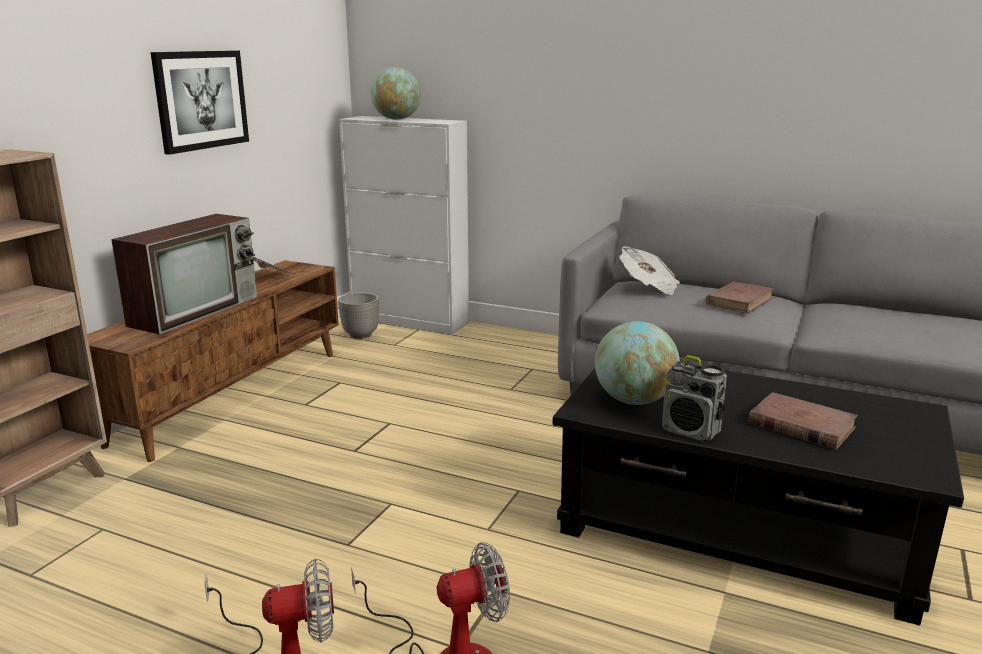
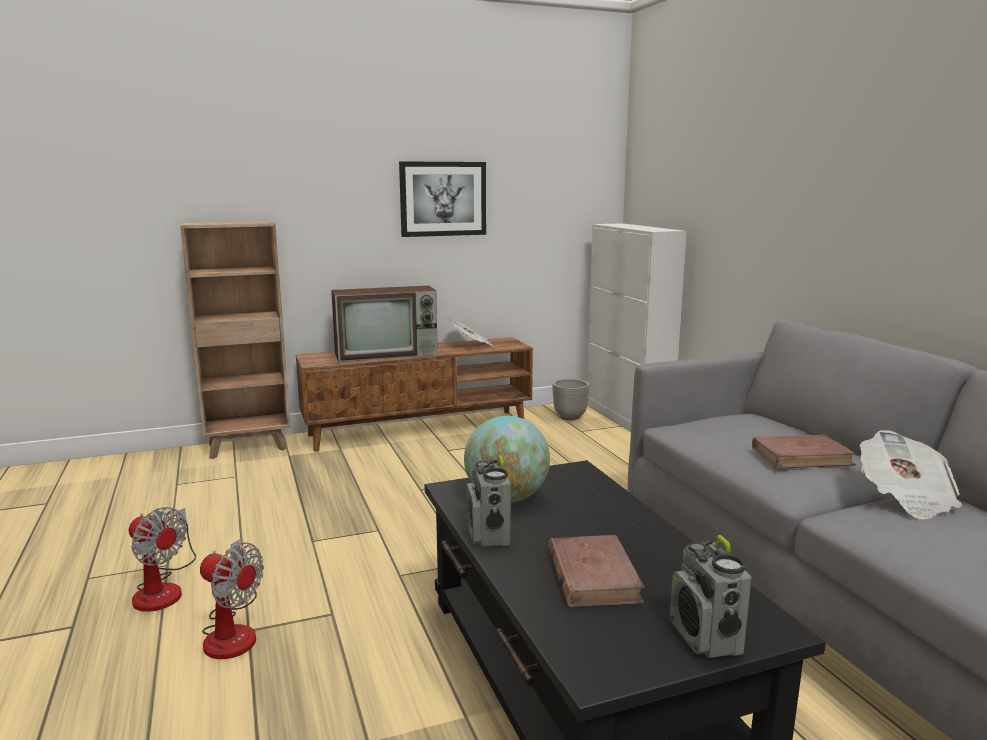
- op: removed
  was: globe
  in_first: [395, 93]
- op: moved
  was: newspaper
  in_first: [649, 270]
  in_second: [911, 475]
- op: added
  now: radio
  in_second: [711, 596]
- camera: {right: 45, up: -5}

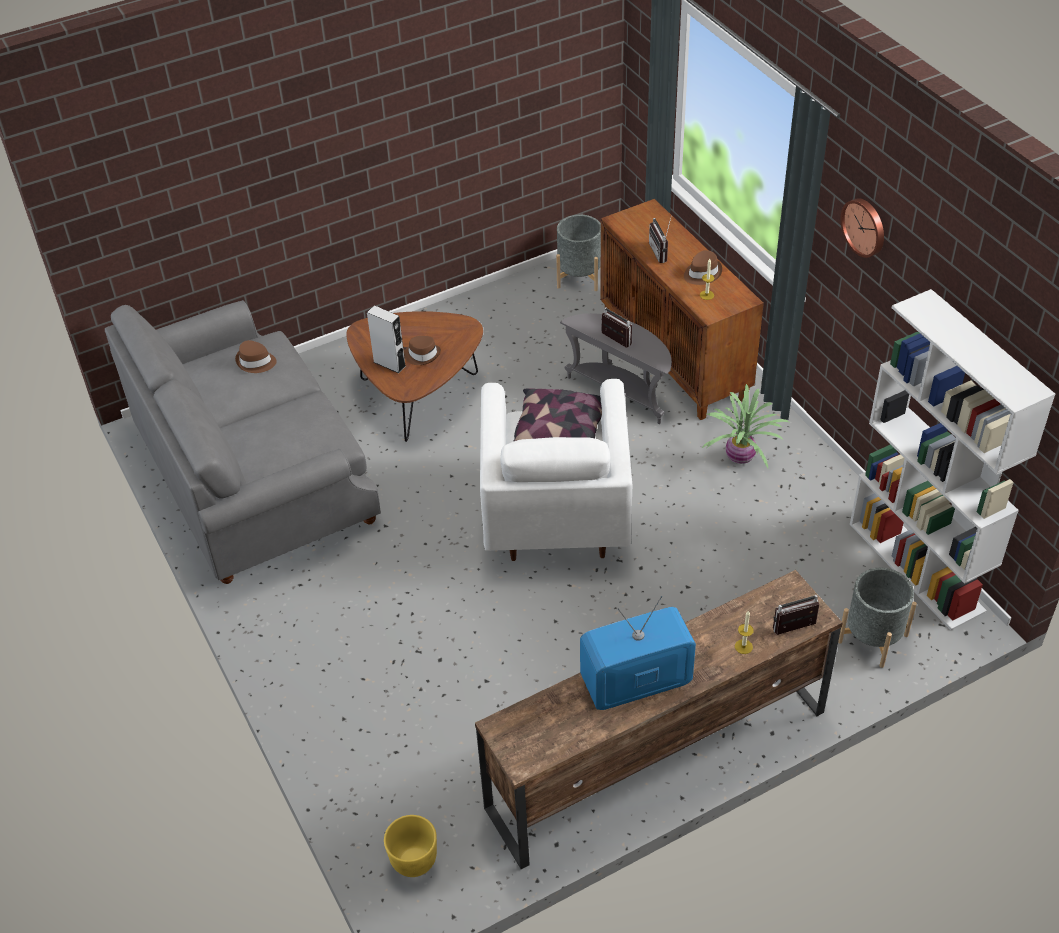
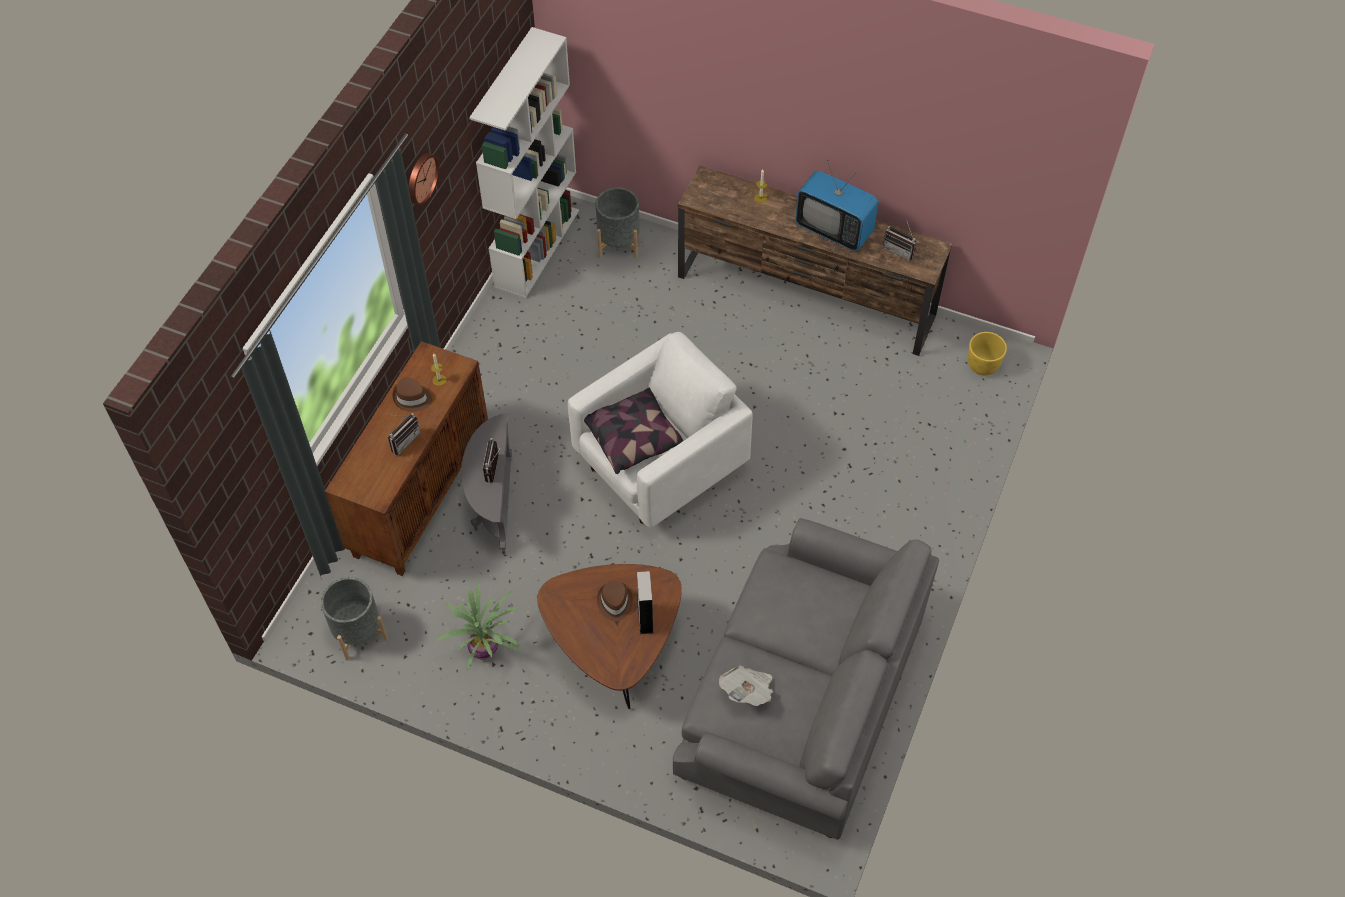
- op: replaced
  was: brown hat
  now: newspaper
  in_first: [256, 356]
  in_second: [746, 685]
- op: moved
  was: potted plant
  in_first: [745, 426]
  in_second: [477, 626]
- op: moved
  was: radio
  in_first: [796, 615]
  in_second: [899, 240]
- camera: {right: -130, up: 10}

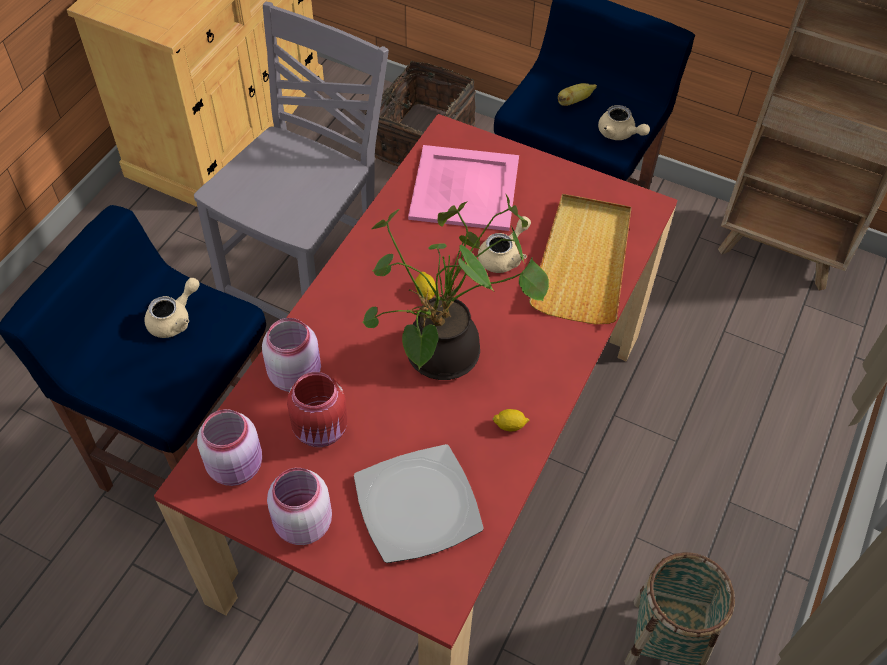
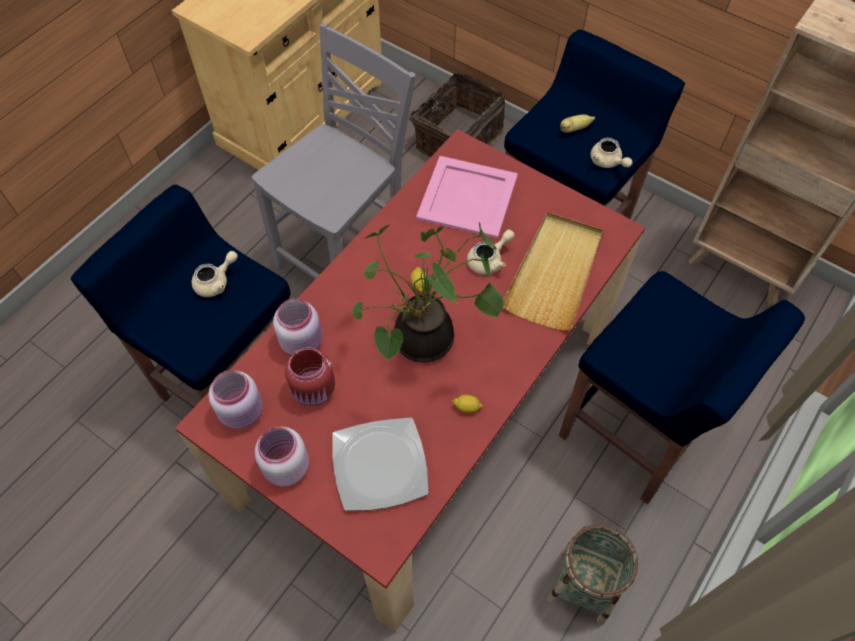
- op: added
  now: blue stool
  in_second: [682, 387]
- camera: {right: 10, up: 5}

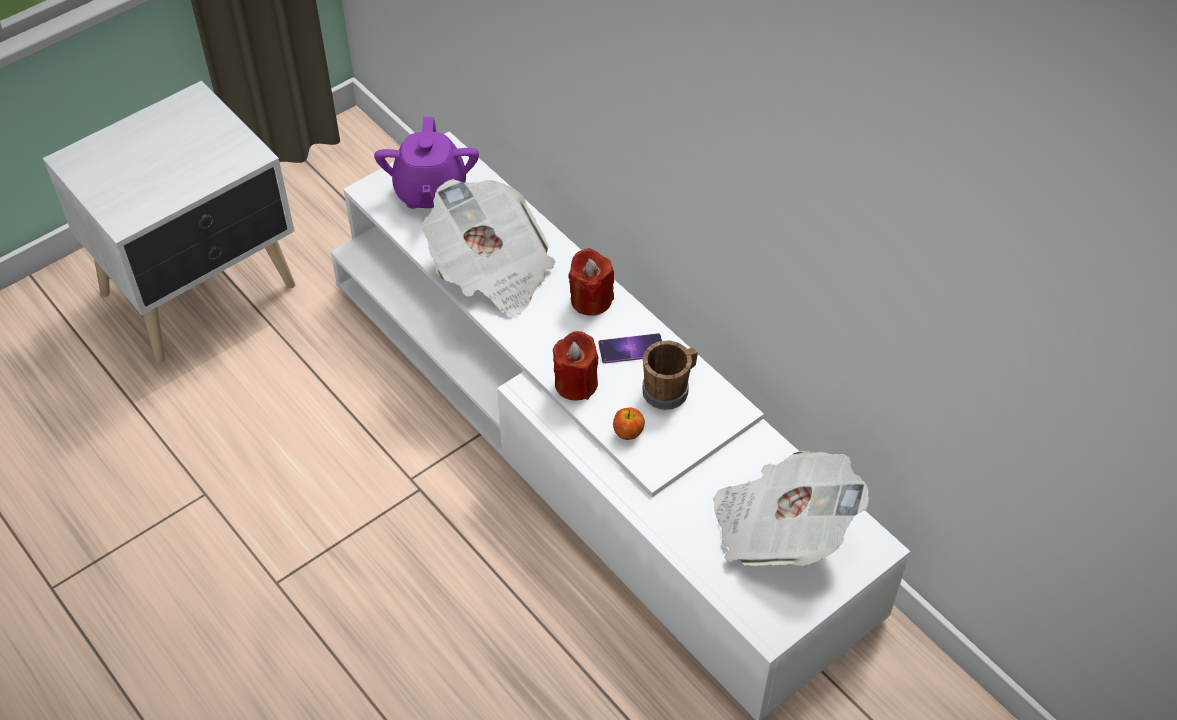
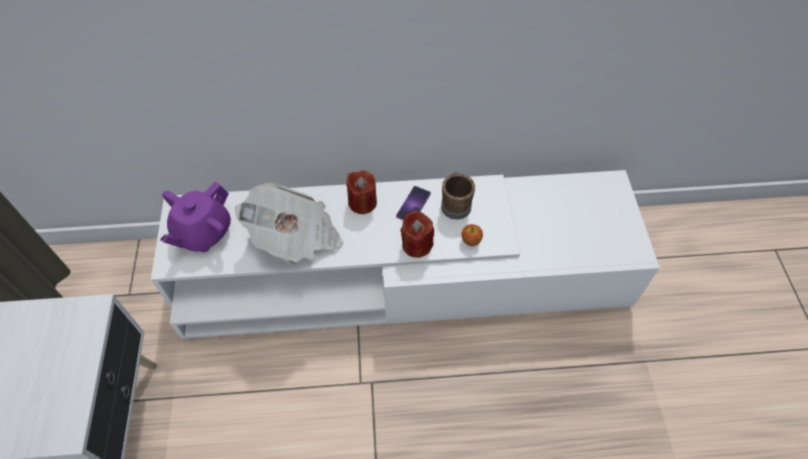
- op: turned
  was: purple teapot
  in_first: [426, 163]
  in_second: [195, 217]
  clockwise: 90
- op: removed
  was: newspaper
  in_first: [791, 508]
- camera: {right: -55, up: 5}

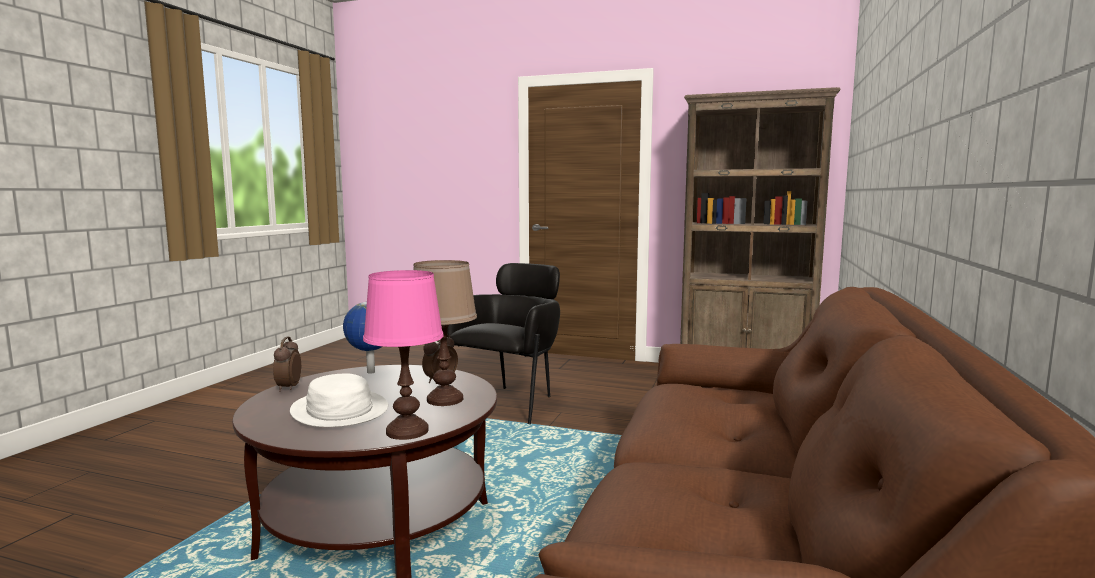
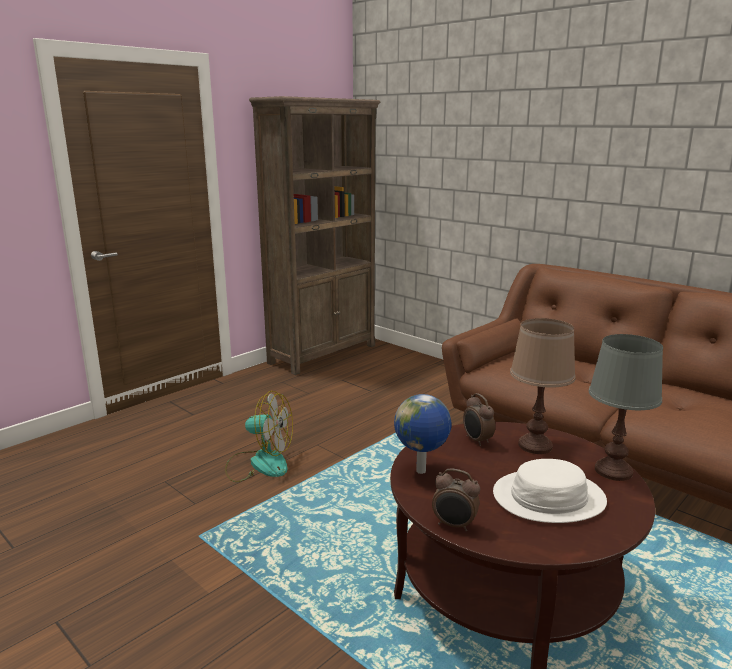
- op: recoloured
  was: pink table lamp
  now: grey table lamp
  in_first: [403, 355]
  in_second: [626, 407]
- op: replaced
  was: black armchair
  now: fan
  in_first: [503, 343]
  in_second: [259, 436]
- camera: {right: -65, up: 10}

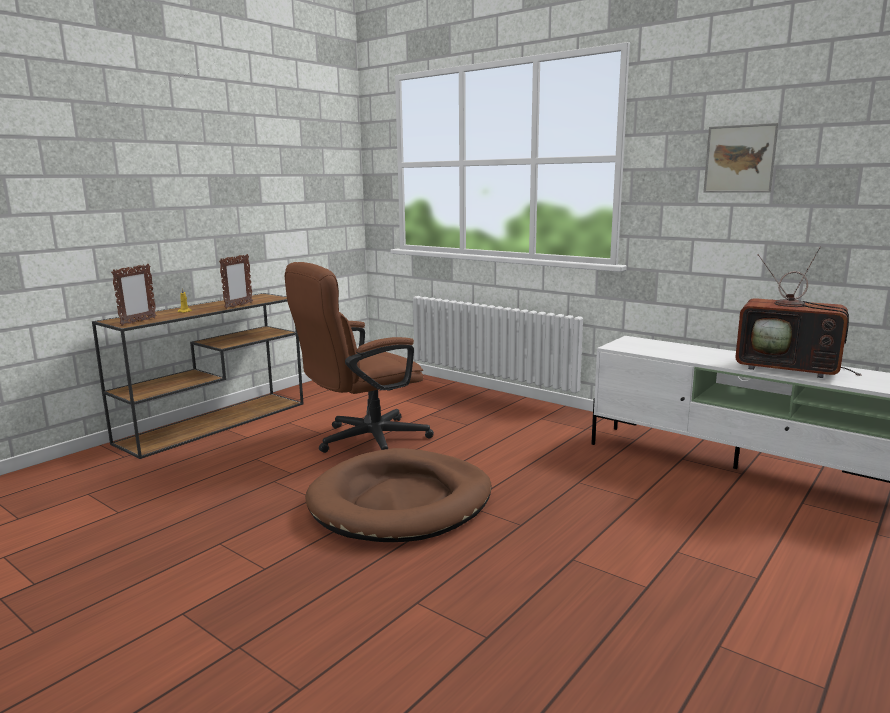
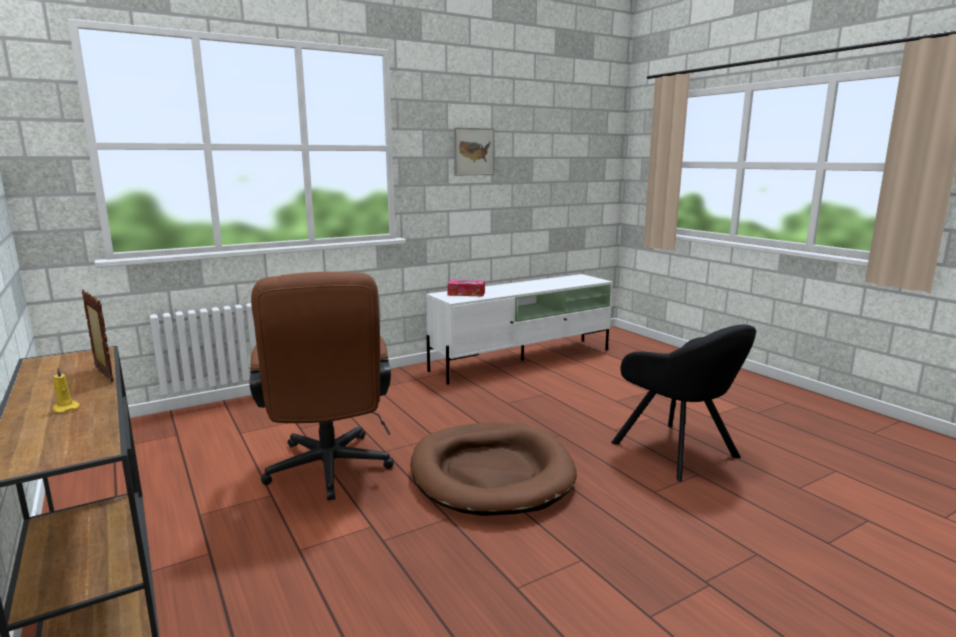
- op: removed
  was: picture frame
  in_first: [134, 295]
- op: removed
  was: television
  in_first: [798, 312]
- op: added
  now: tissue box
  in_second: [466, 288]
- op: added
  now: black armchair
  in_second: [683, 403]
- camera: {right: -70, up: 0}

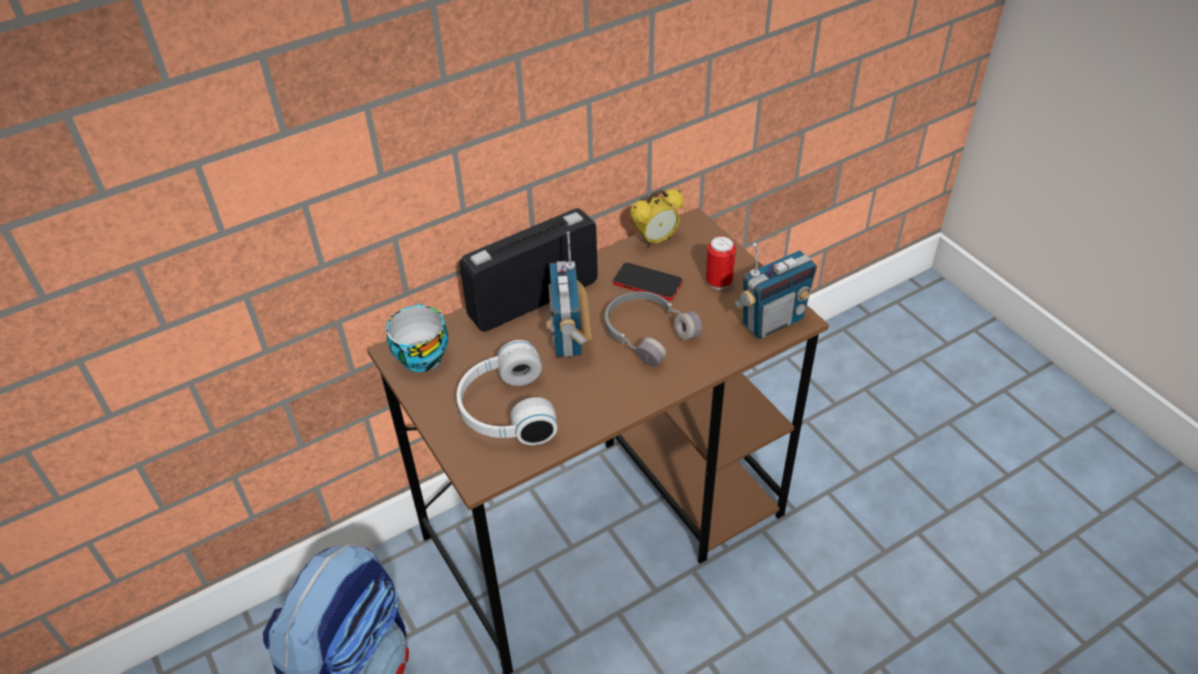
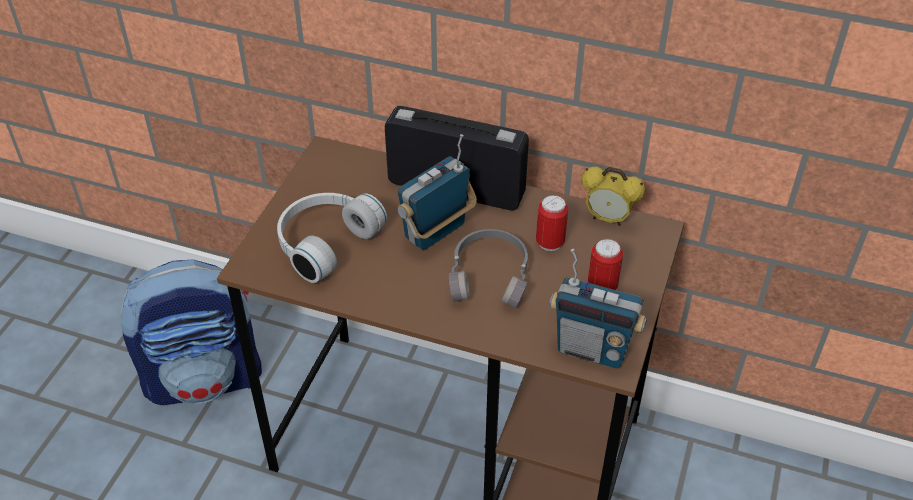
- op: removed
  was: cup
  in_first: [417, 338]
- op: replaced
  was: phone
  now: can
  in_first: [648, 281]
  in_second: [552, 223]
- camera: {right: 50, up: 0}

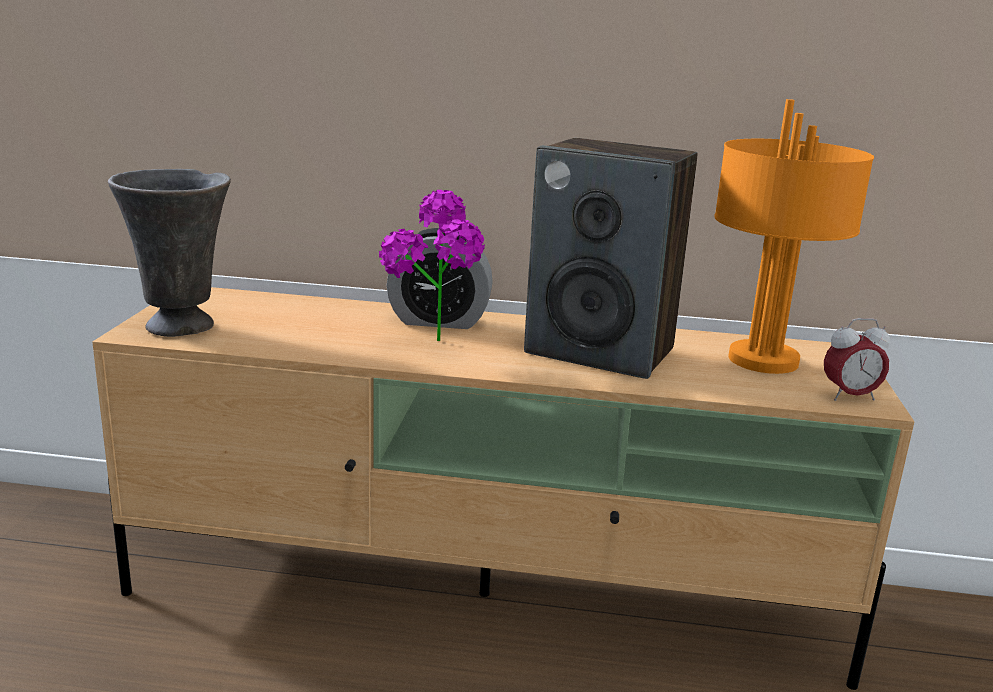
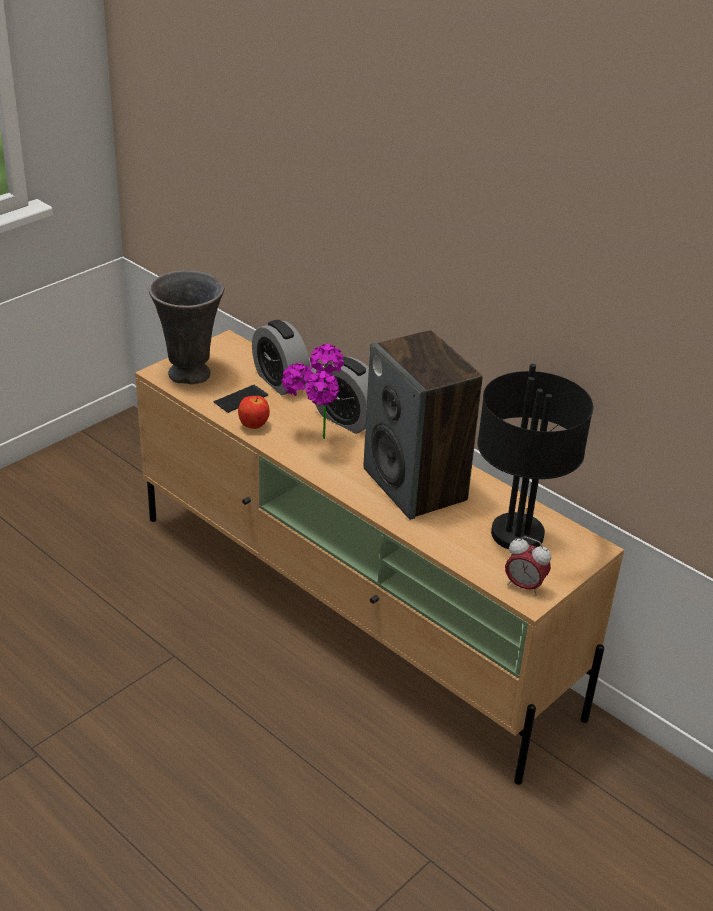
- op: recoloured
  was: orange table lamp
  now: black table lamp
  in_first: [794, 236]
  in_second: [535, 456]
- op: added
  now: phone
  in_second: [241, 399]
- op: added
  now: apple
  in_second: [254, 412]
- op: added
  now: alarm clock
  in_second: [281, 357]
- camera: {right: 35, up: 15}

